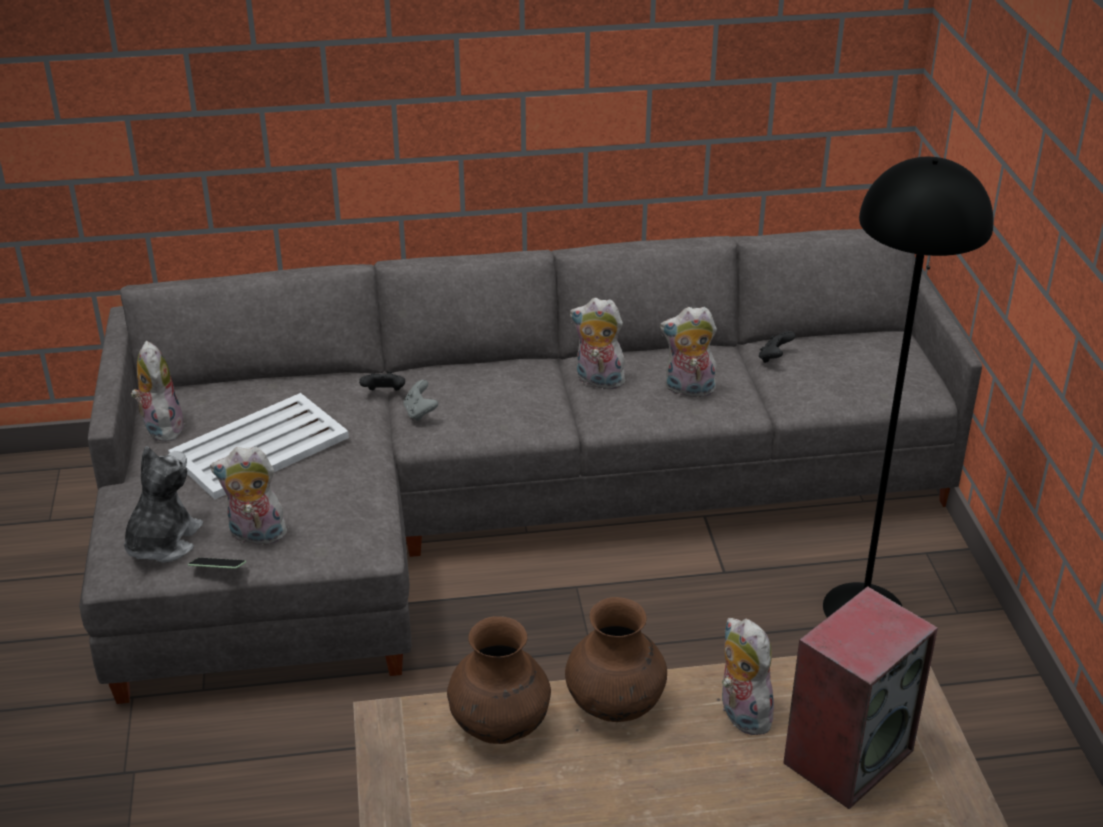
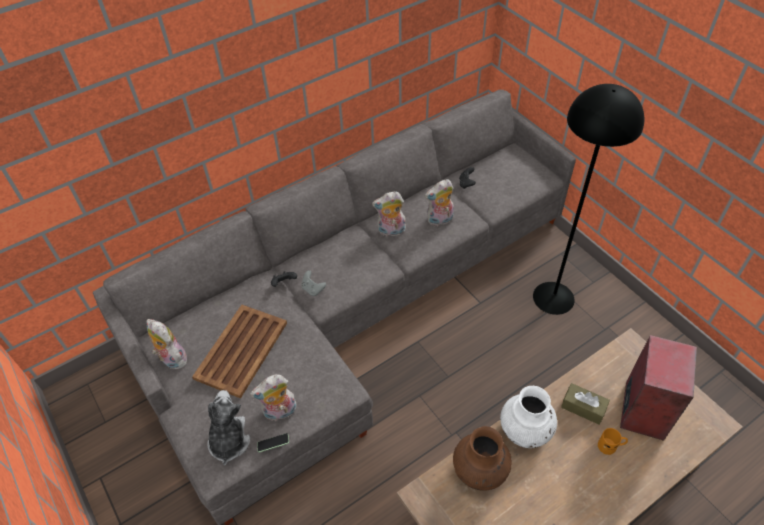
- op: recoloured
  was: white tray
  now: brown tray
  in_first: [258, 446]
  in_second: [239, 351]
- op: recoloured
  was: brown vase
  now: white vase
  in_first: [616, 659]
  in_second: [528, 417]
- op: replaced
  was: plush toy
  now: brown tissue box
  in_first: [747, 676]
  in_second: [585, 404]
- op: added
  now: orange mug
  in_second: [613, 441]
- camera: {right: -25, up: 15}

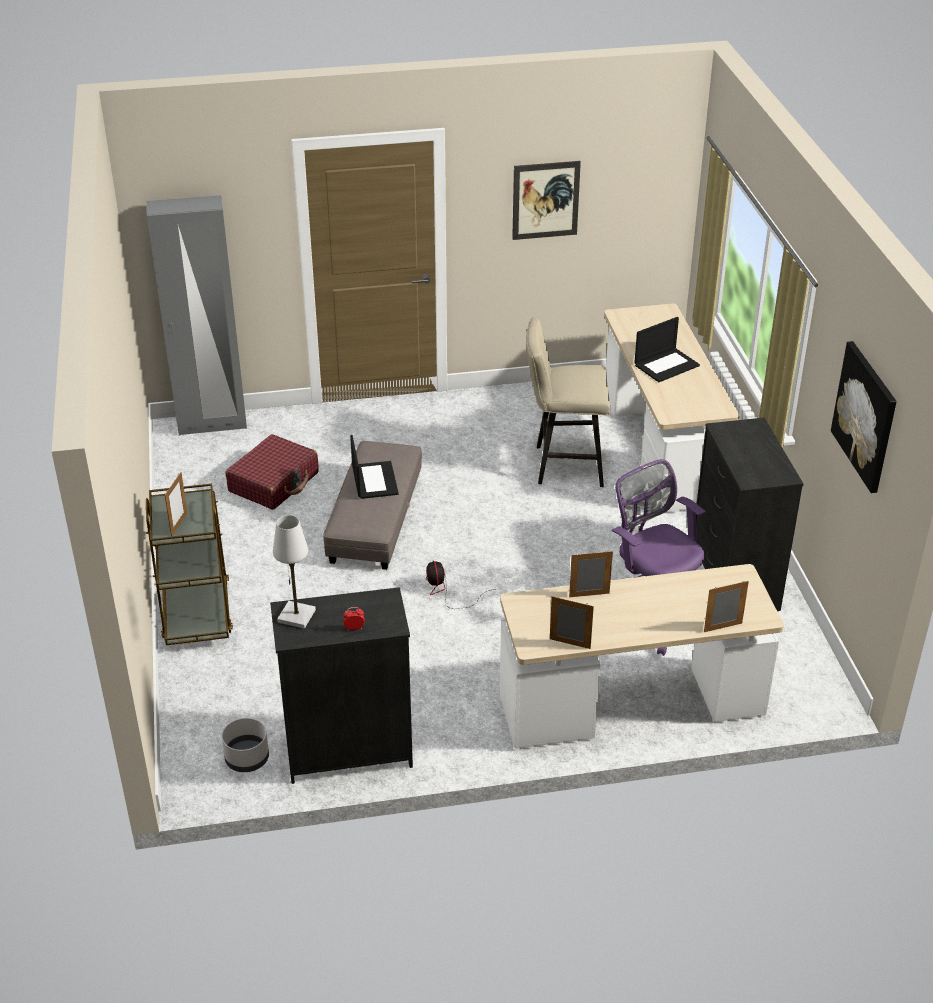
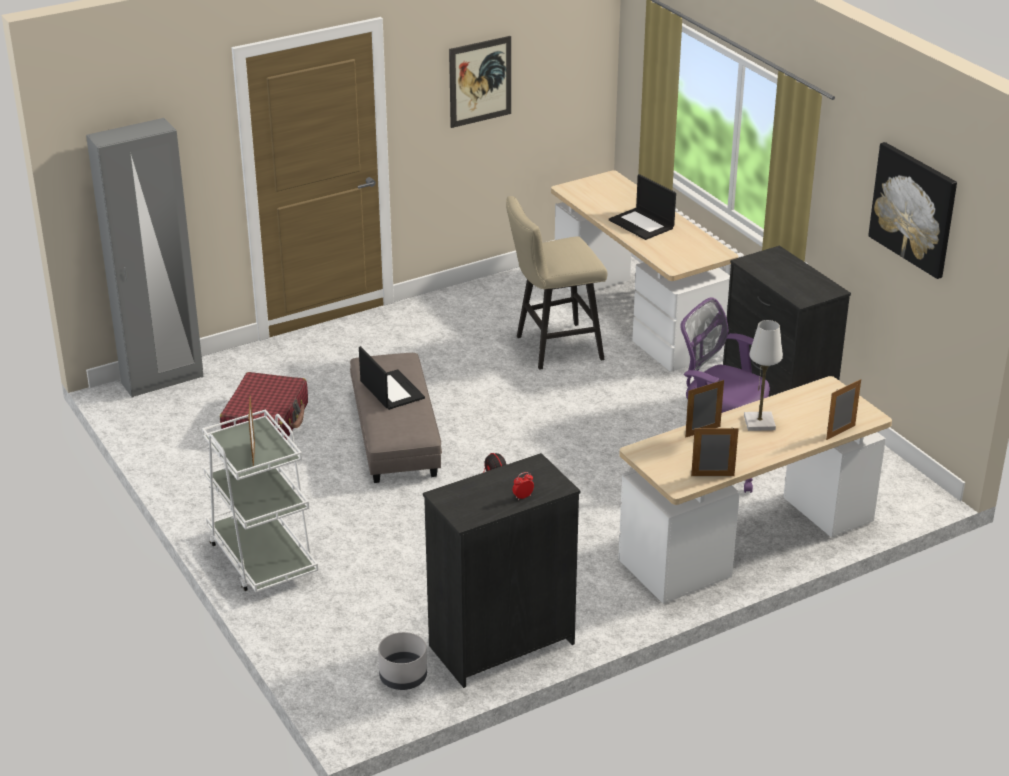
- op: recoloured
  was: brown cart
  now: white cart
  in_first: [189, 564]
  in_second: [260, 500]
- op: moved
  was: white table lamp
  in_first: [294, 571]
  in_second: [763, 375]
- op: turned
  was: laptop
  in_first: [667, 349]
  in_second: [642, 207]
  clockwise: 105
- camera: {right: -20, up: -5}

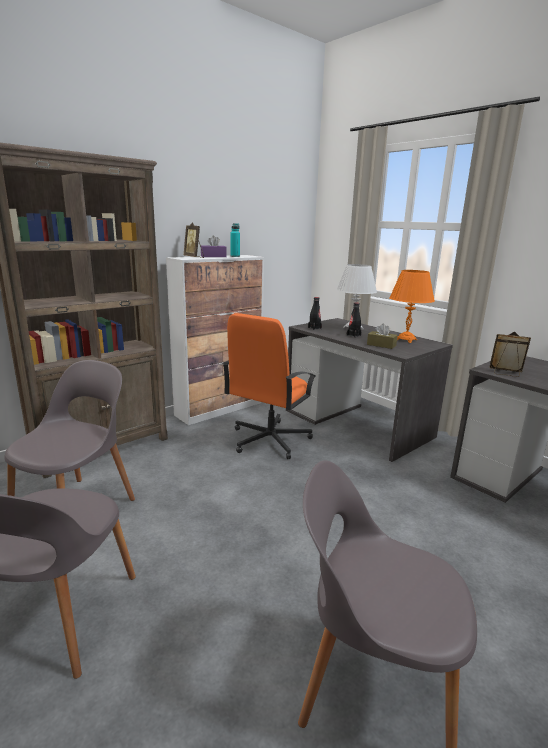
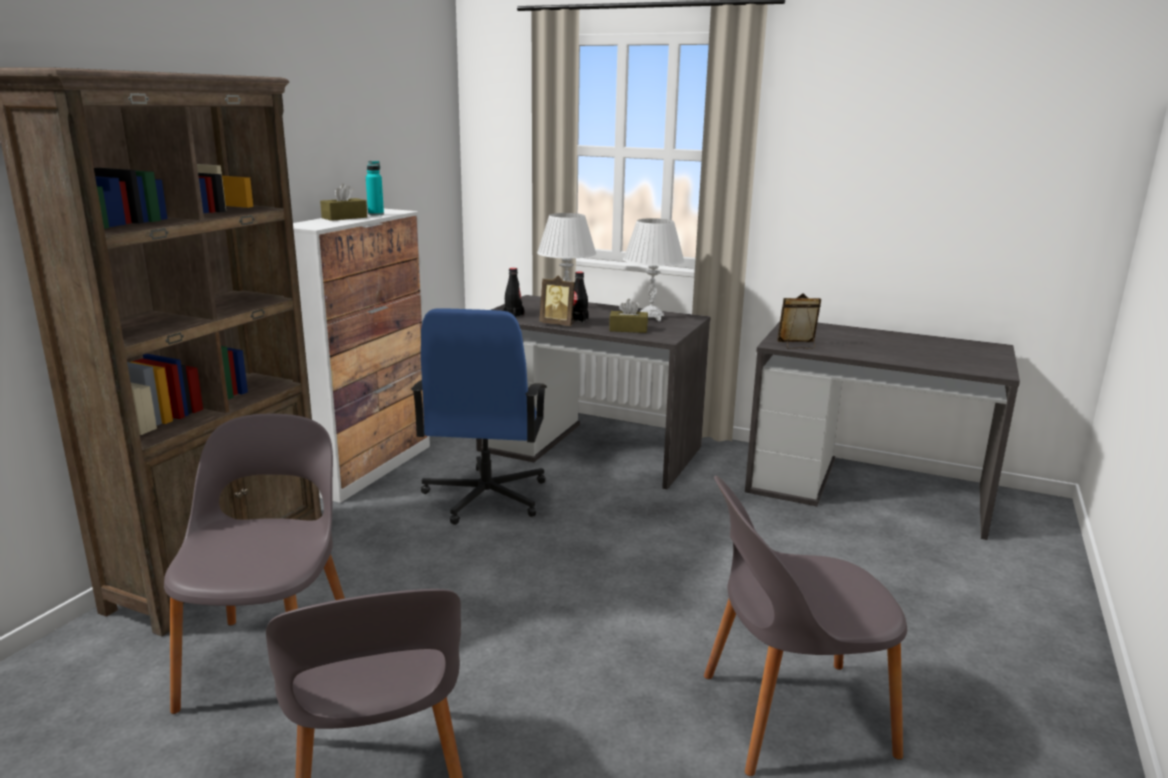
- op: moved
  was: picture frame
  in_first: [194, 240]
  in_second: [557, 300]
- op: recoloured
  was: purple tissue box
  now: brown tissue box
  in_first: [214, 246]
  in_second: [343, 202]
- op: recoloured
  was: orange office chair
  now: blue office chair
  in_first: [269, 386]
  in_second: [479, 416]
- op: recoloured
  was: orange table lamp
  now: white table lamp
  in_first: [412, 306]
  in_second: [654, 269]
- camera: {right: -25, up: 0}

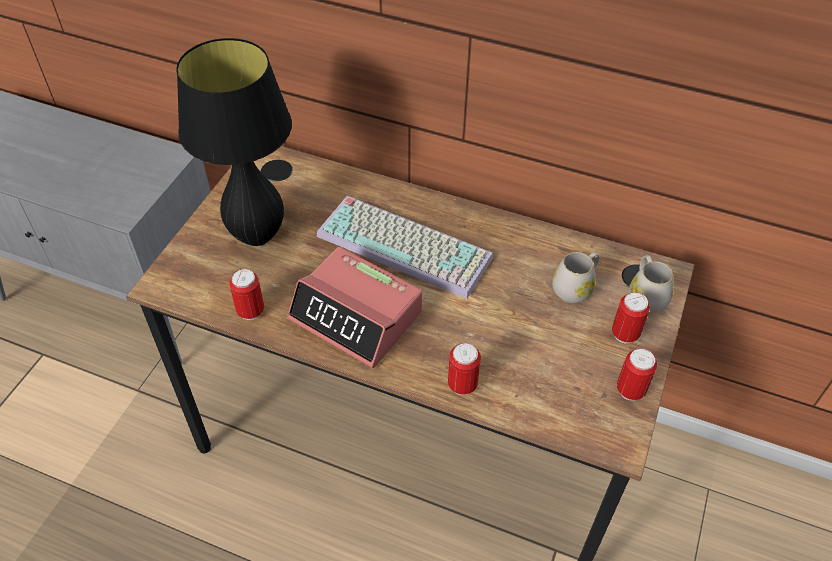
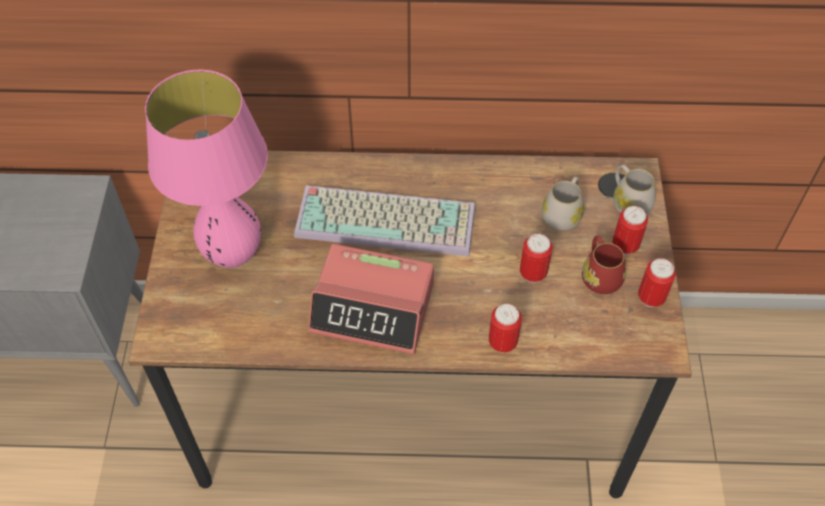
- op: recoloured
  was: black table lamp
  now: pink table lamp
  in_first: [234, 142]
  in_second: [206, 169]
- op: moved
  was: can
  in_first: [246, 294]
  in_second: [536, 258]
- op: added
  now: red mug
  in_second: [604, 265]
- camera: {right: -20, up: 5}

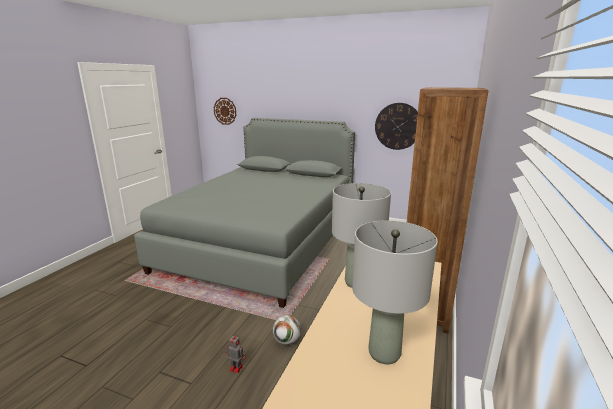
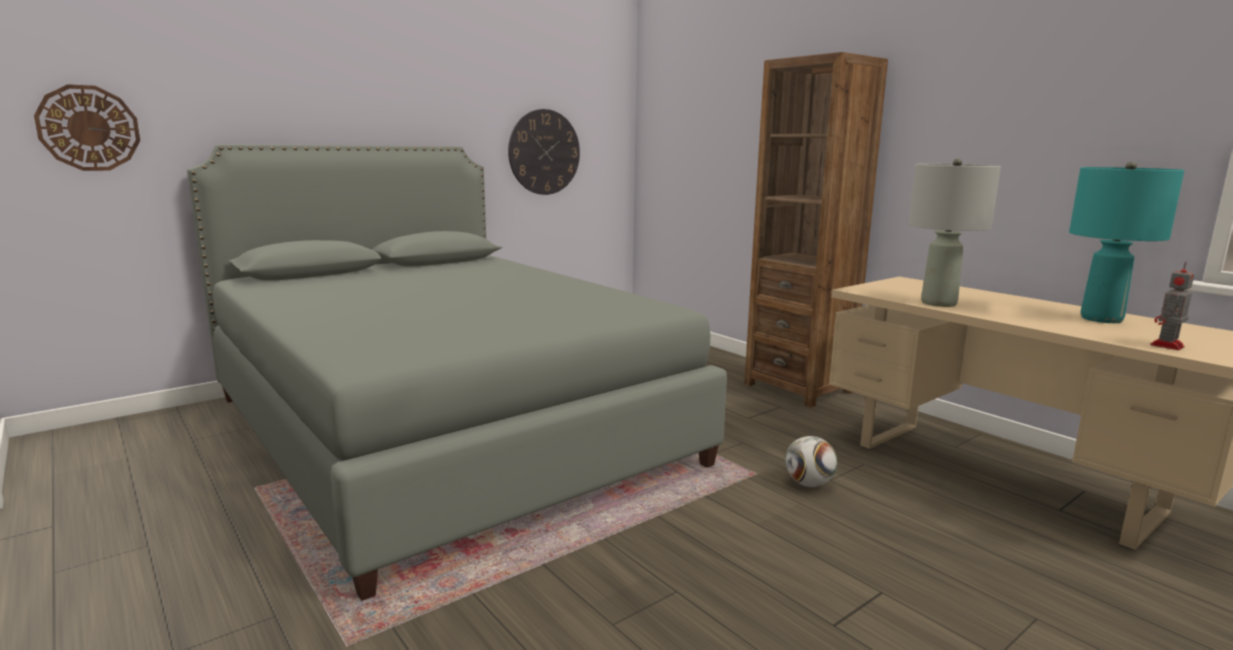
- op: moved
  was: toy robot
  in_first: [235, 355]
  in_second: [1172, 306]
- op: recoloured
  was: grey table lamp
  now: turquoise table lamp
  in_first: [395, 292]
  in_second: [1126, 242]
- camera: {right: -60, up: -5}

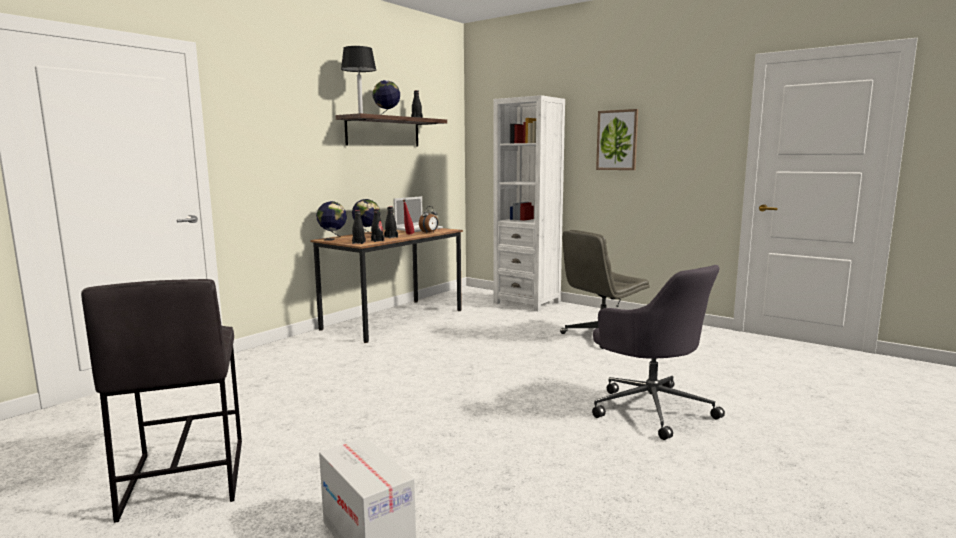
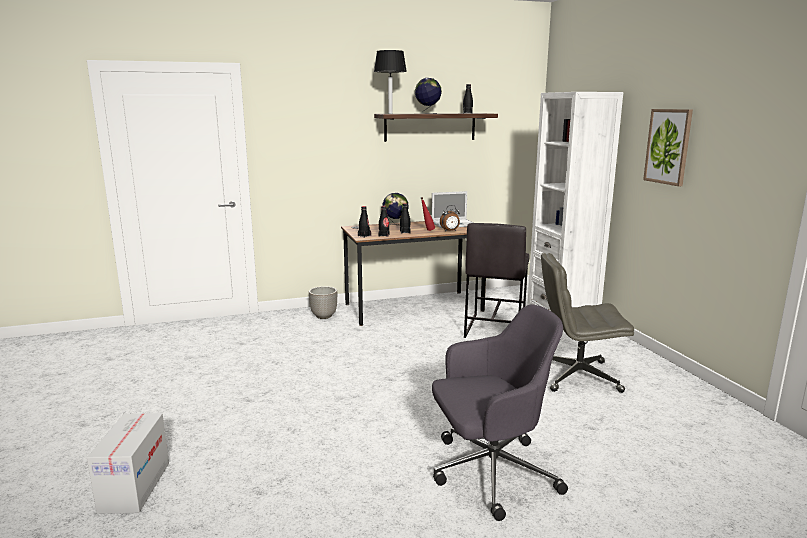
- op: moved
  was: grey stool
  in_first: [161, 401]
  in_second: [496, 280]
- op: removed
  was: globe
  in_first: [331, 221]
- op: turned
  was: grey office chair
  in_first: [658, 352]
  in_second: [500, 412]
  clockwise: -105
- op: added
  now: planter
  in_second: [323, 302]
- camera: {right: 35, up: 5}

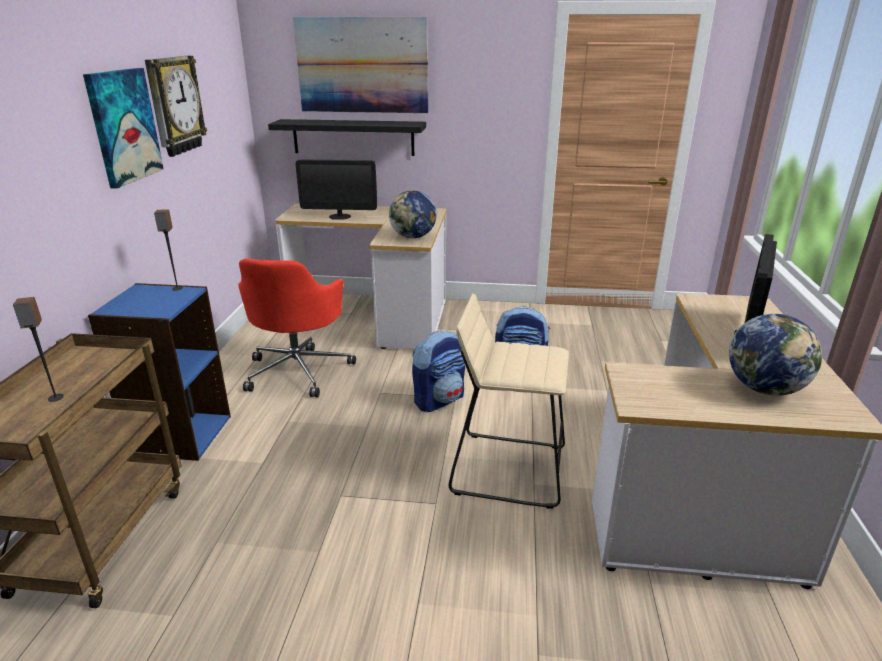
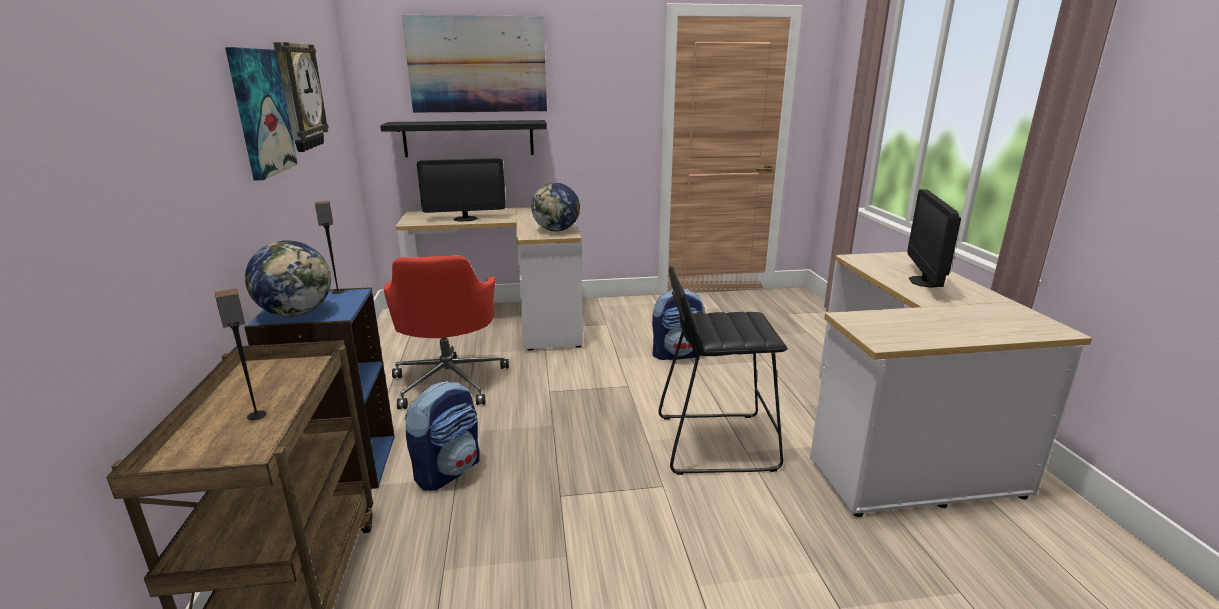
- op: moved
  was: backpack
  in_first: [438, 371]
  in_second: [442, 436]
- op: recoloured
  was: beige stool
  now: black stool
  in_first: [509, 401]
  in_second: [723, 370]
- op: moved
  was: globe
  in_first: [775, 355]
  in_second: [288, 278]
- camera: {right: -15, up: -5}

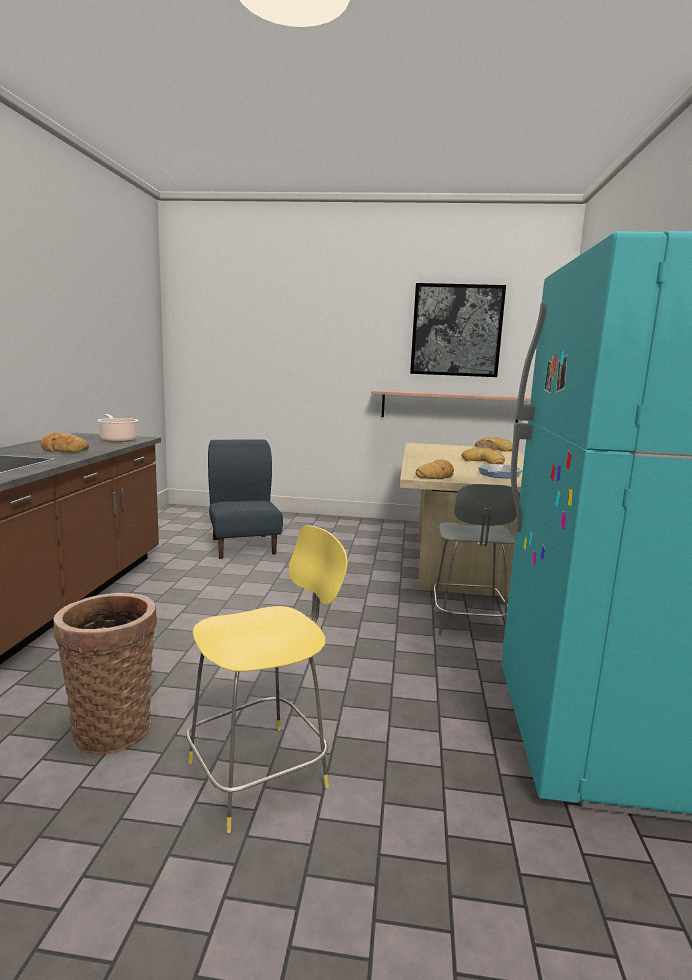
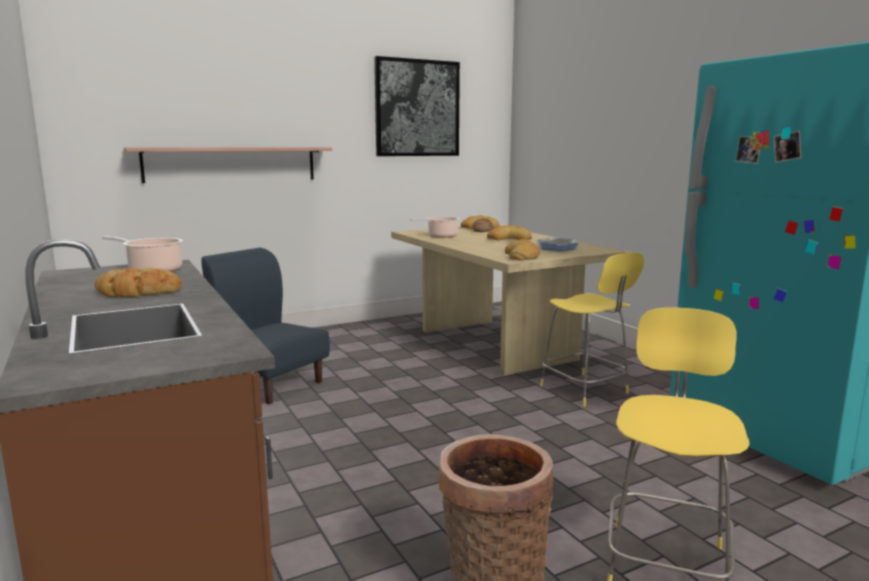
- op: moved
  was: shelf
  in_first: [451, 406]
  in_second: [228, 165]
- op: recoloured
  was: grey stool
  now: yellow stool
  in_first: [476, 559]
  in_second: [592, 329]
- op: added
  now: cooking pot
  in_second: [435, 227]
- camera: {right: -35, up: 0}

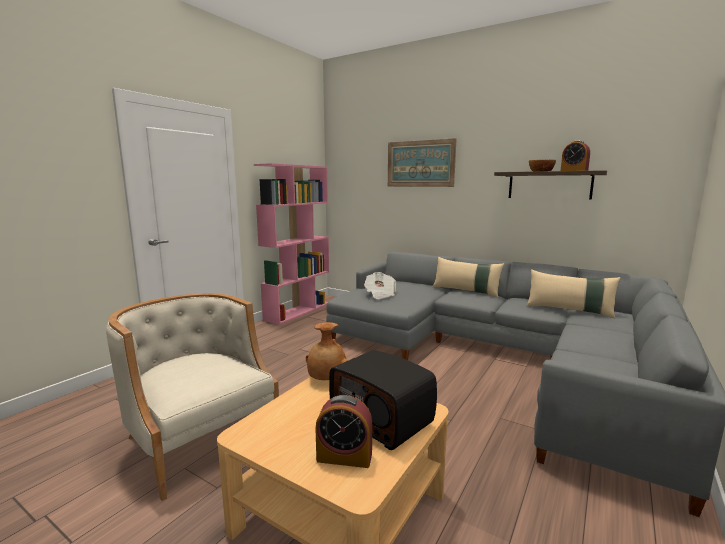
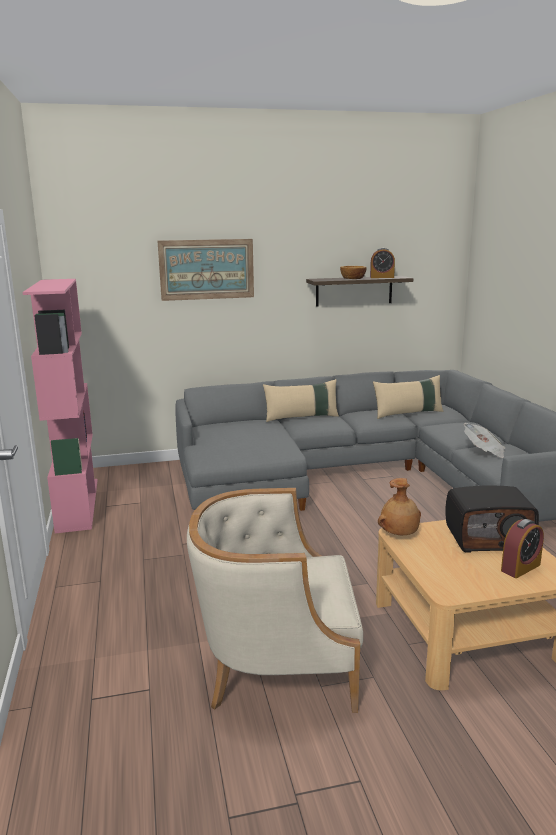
- op: moved
  was: newspaper
  in_first: [380, 285]
  in_second: [484, 440]
- camera: {right: -45, up: 5}

